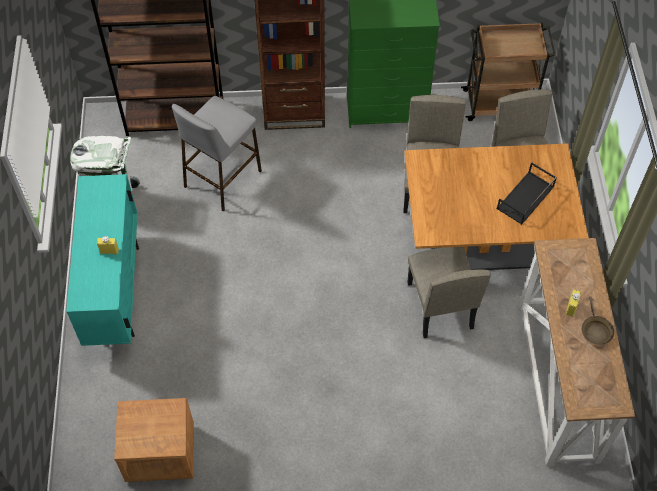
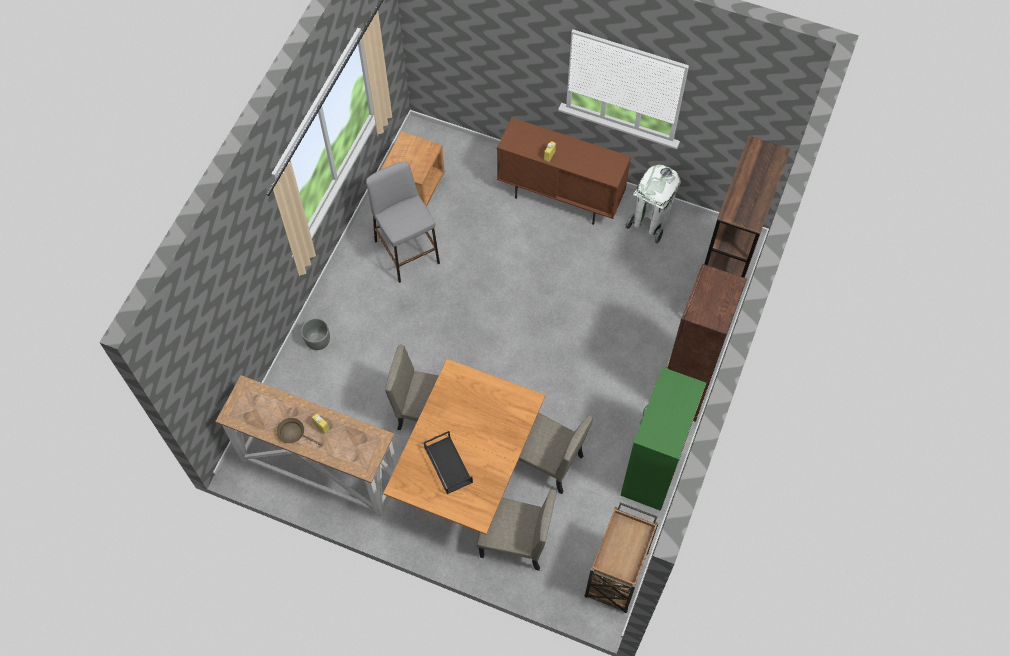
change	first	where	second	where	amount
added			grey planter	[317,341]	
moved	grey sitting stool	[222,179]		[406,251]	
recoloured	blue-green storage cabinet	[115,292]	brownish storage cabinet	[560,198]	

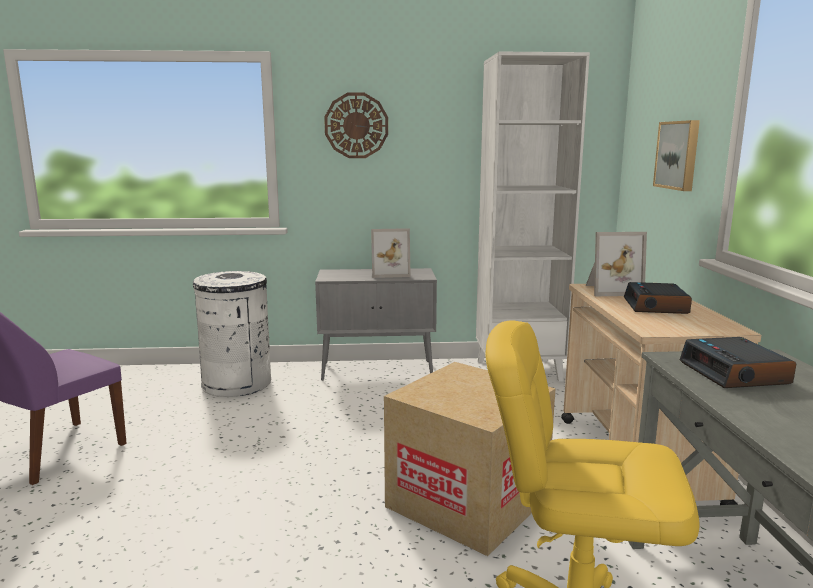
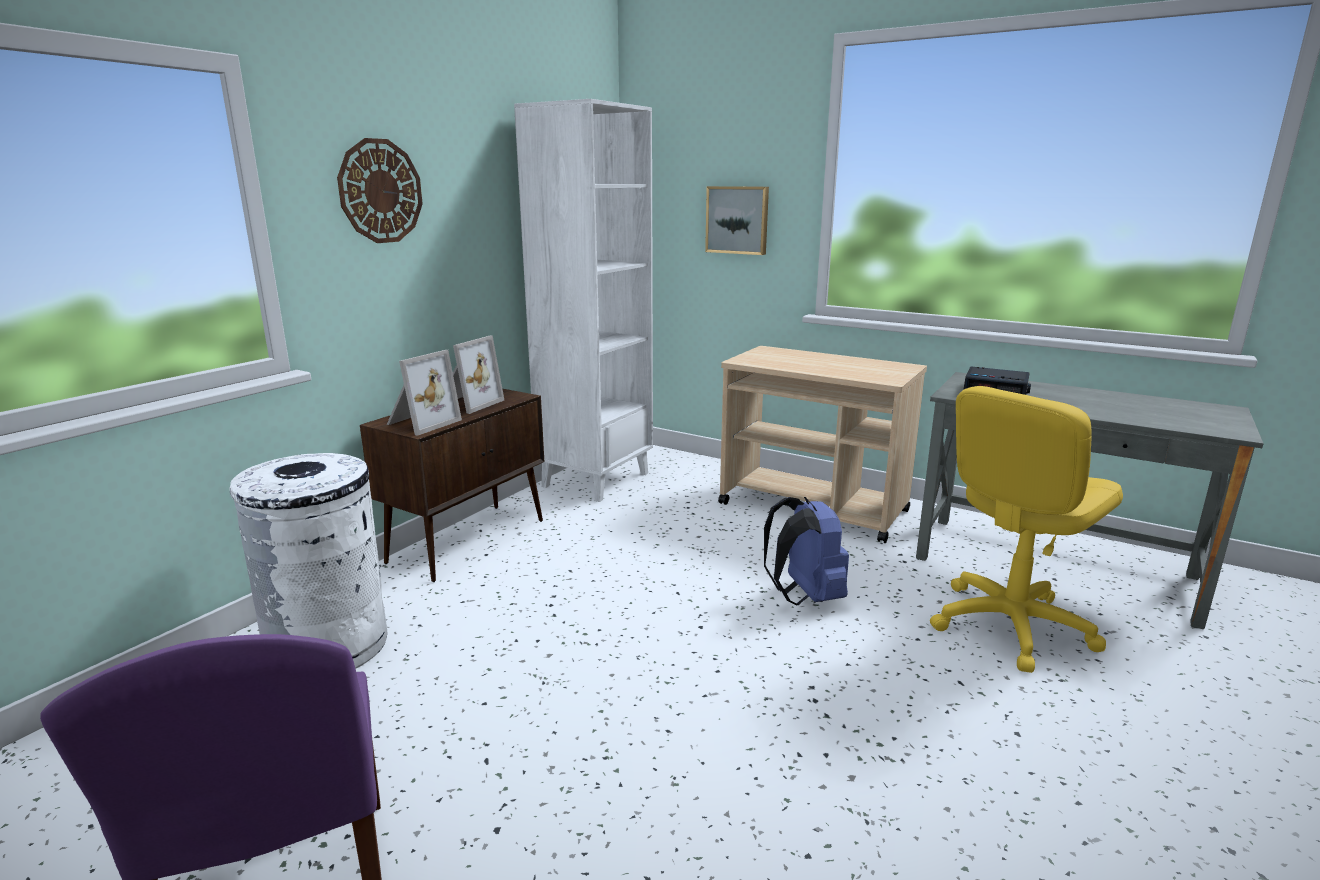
change	first	where	second	where	amount
recoloured	grey storage cabinet	[378,370]	brownish storage cabinet	[469,540]	
moved	standing frame	[610,290]		[421,423]	
replaced	packing box	[467,501]	blue rucksack	[805,596]	
removed	bedside clock	[656,306]			

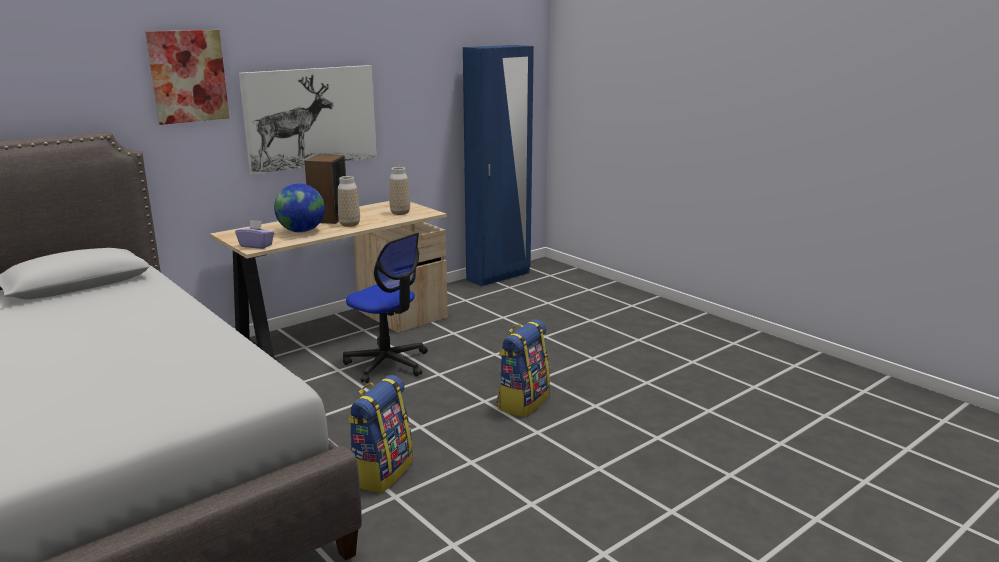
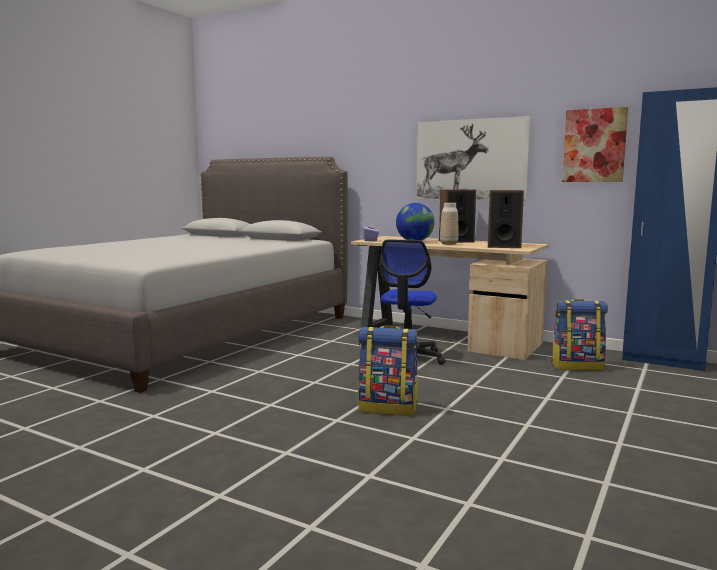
change	first	where	second	where	amount
replaced	decorative vase	[400,213]	speaker	[503,246]	
moved	rucksack	[381,472]		[577,366]	
moved	picture	[188,76]		[594,145]	

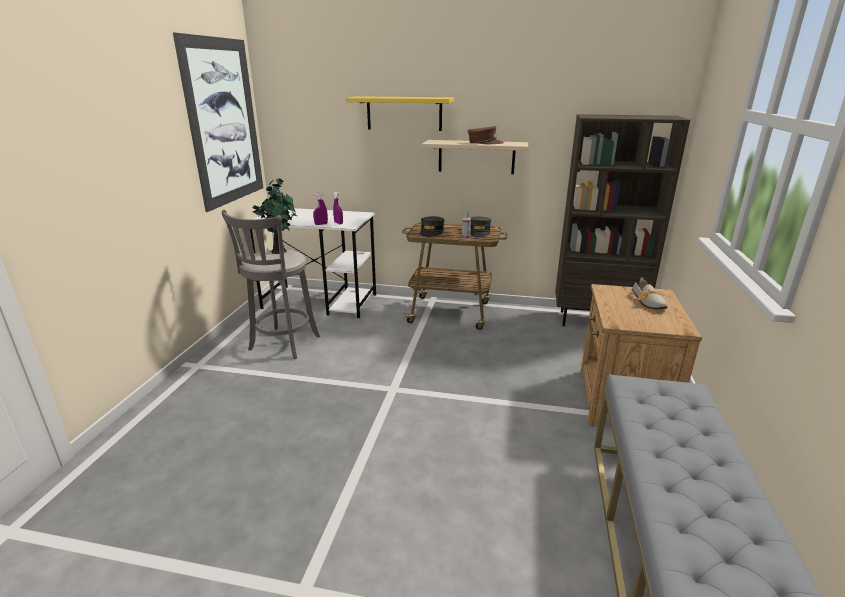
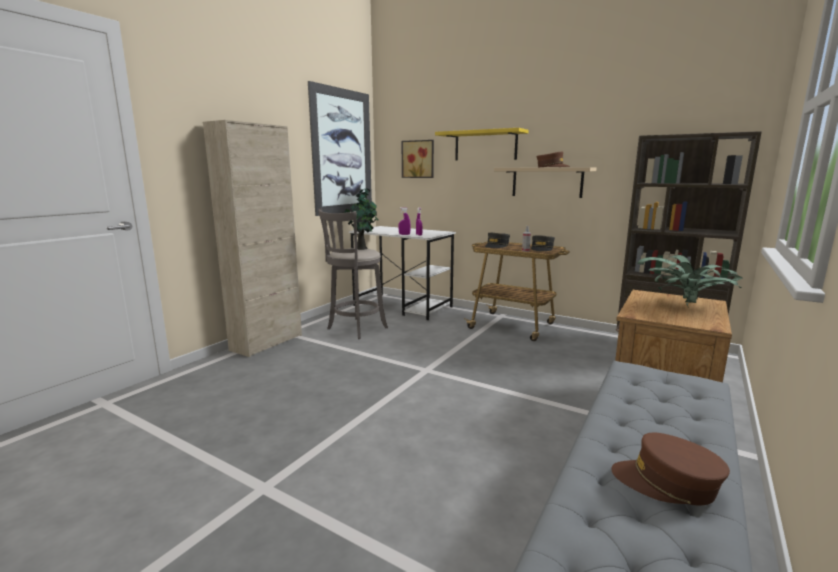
change	first	where	second	where	amount
added			beige-coloured storage cabinet	[267,342]	
added			picture	[418,159]	
added			brownish cap	[666,483]	
replaced	shoe	[649,303]	potted plant	[687,306]	

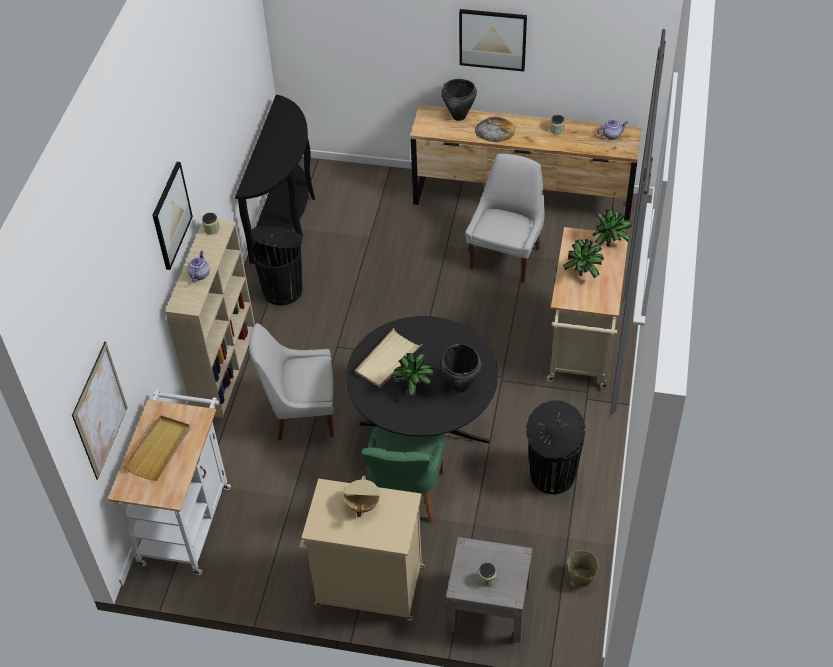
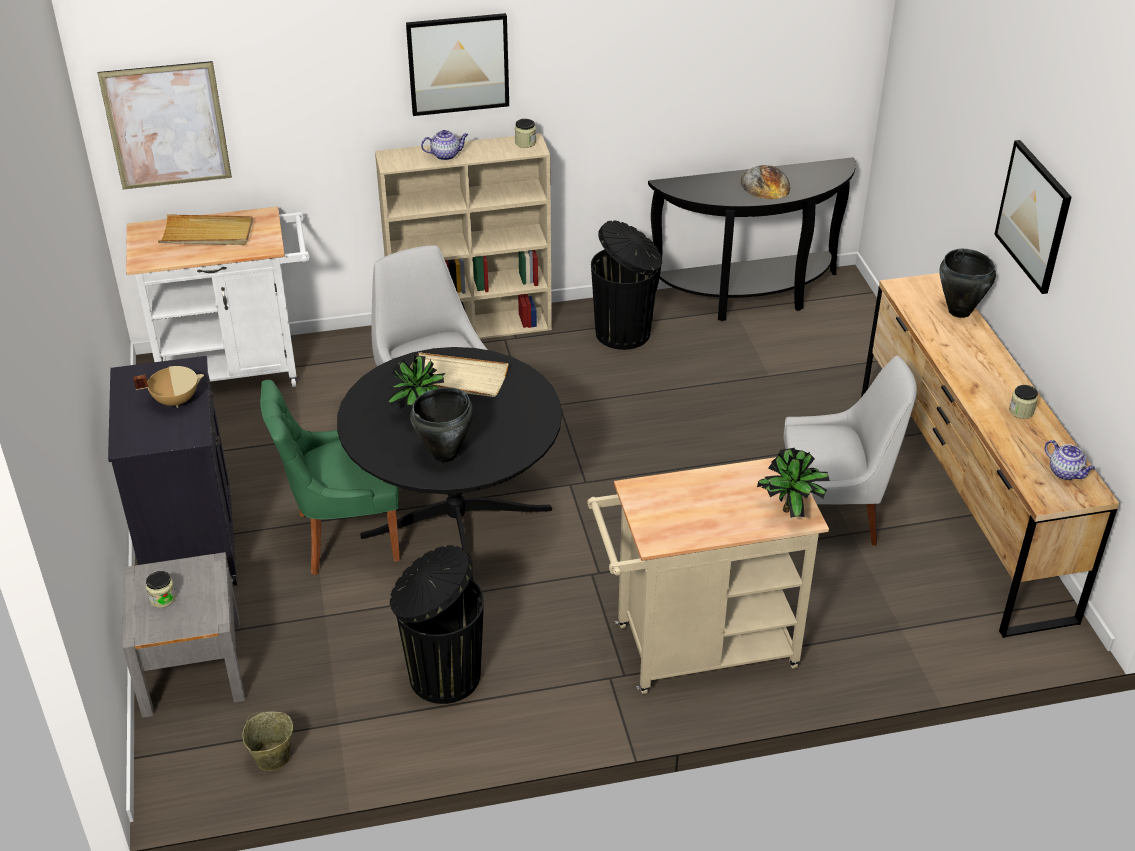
change	first	where	second	where	amount
recoloured	beige-coloured storage cabinet	[367,586]	blackish storage cabinet	[190,543]	
moved	baked bread	[495,130]		[765,184]	
removed	potted plant	[583,274]			

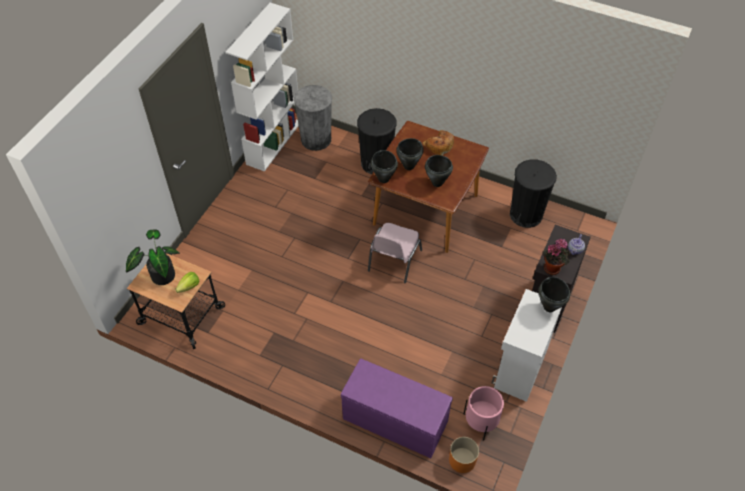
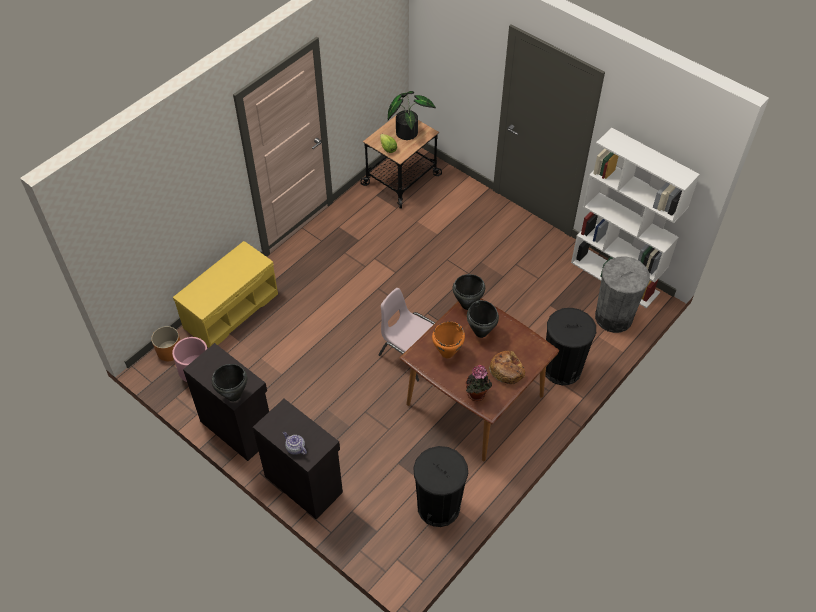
change	first	where	second	where	amount
recoloured	purple-coloured indoor bench	[394,420]	yellow-coloured indoor bench	[231,309]	
recoloured	whitish storage cabinet	[519,368]	blackish storage cabinet	[237,427]	
recoloured	blackish cooking pot	[437,183]	orange cooking pot	[447,353]	
moved	potted plant	[552,267]		[477,395]	

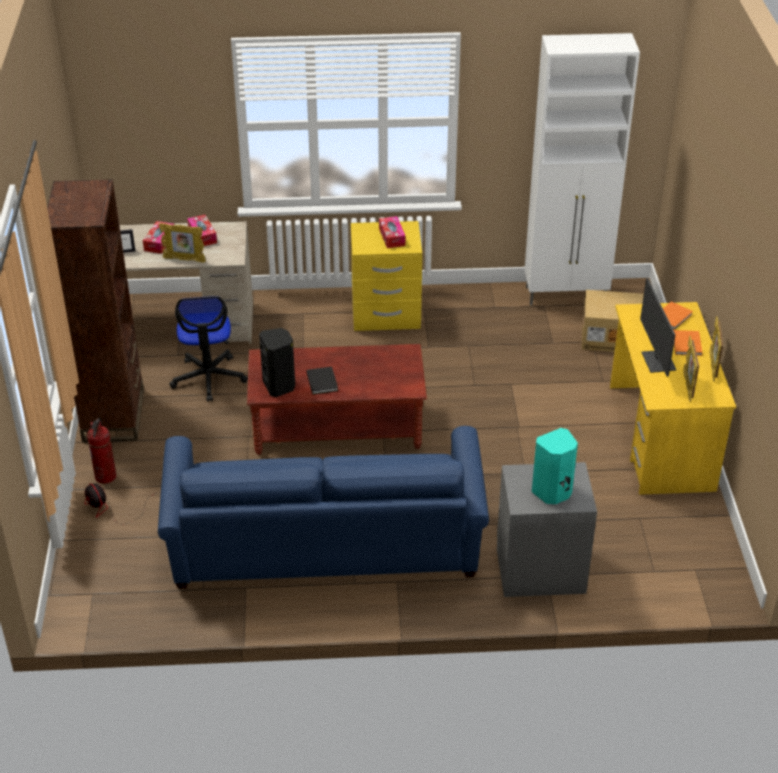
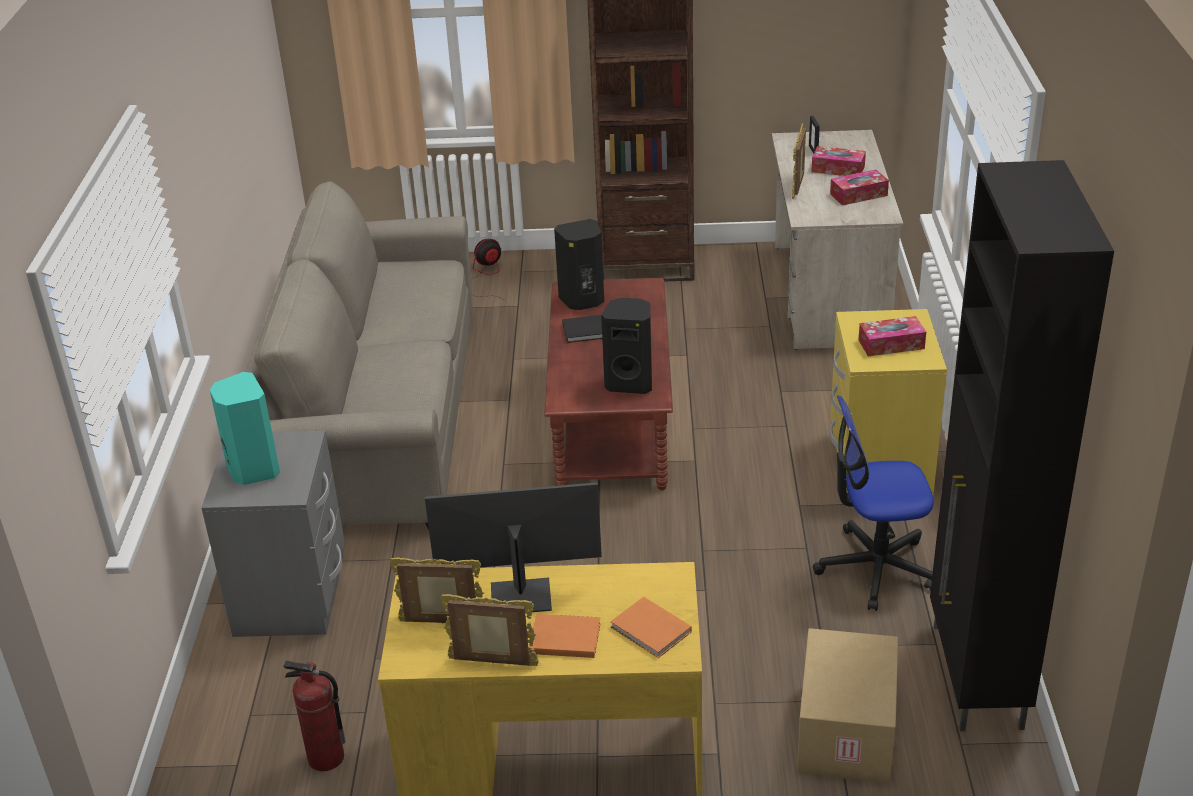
change	first	where	second	where	amount
recoloured	blue sofa	[325,551]	beige-coloured sofa	[381,417]	
moved	fire extinguisher	[106,477]		[325,758]	
added			blackish speaker	[630,383]	
moved	computer chair	[208,378]		[875,568]	
recoloured	whitish storage cabinet	[566,295]	blackish storage cabinet	[976,677]	

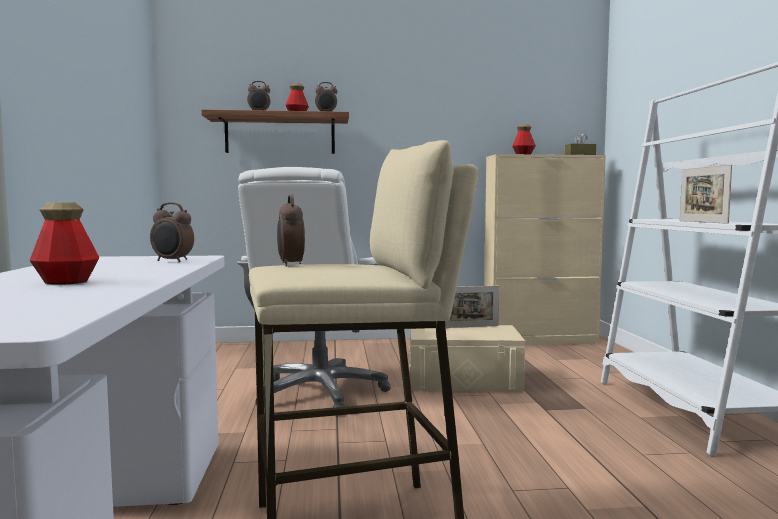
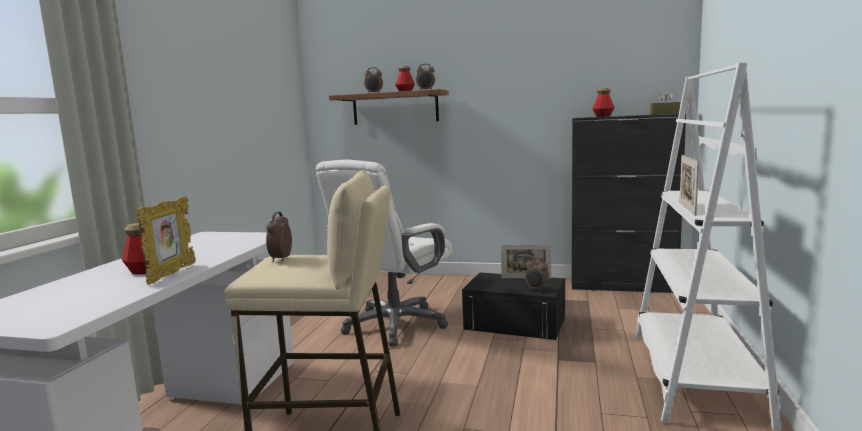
change	first	where	second	where	amount
added			standing frame	[171,274]	
recoloured	beige-coloured storage container	[464,380]	blackish storage container	[515,323]	
moved	bedside clock	[172,261]		[536,289]	
recoloured	beige-coloured storage cabinet	[540,340]	blackish storage cabinet	[623,286]	

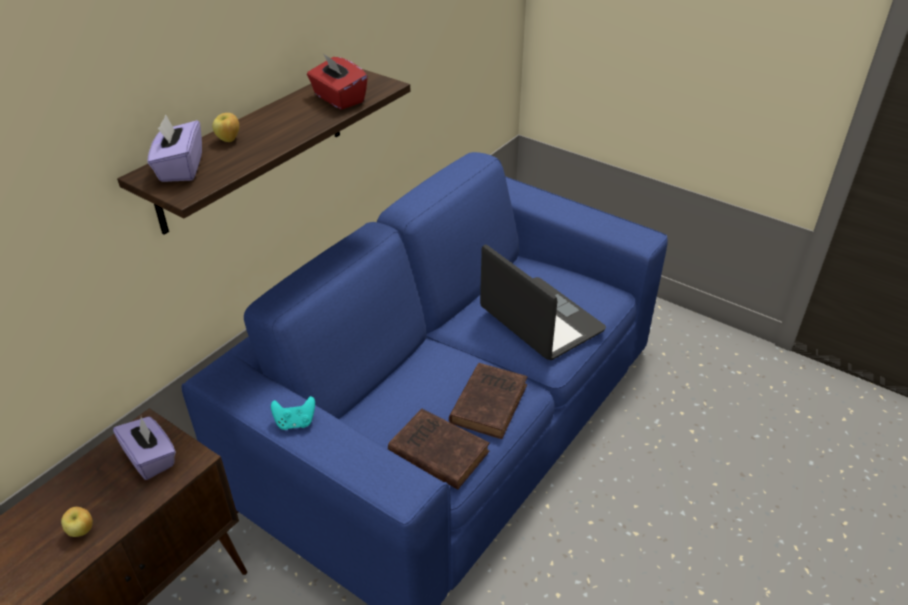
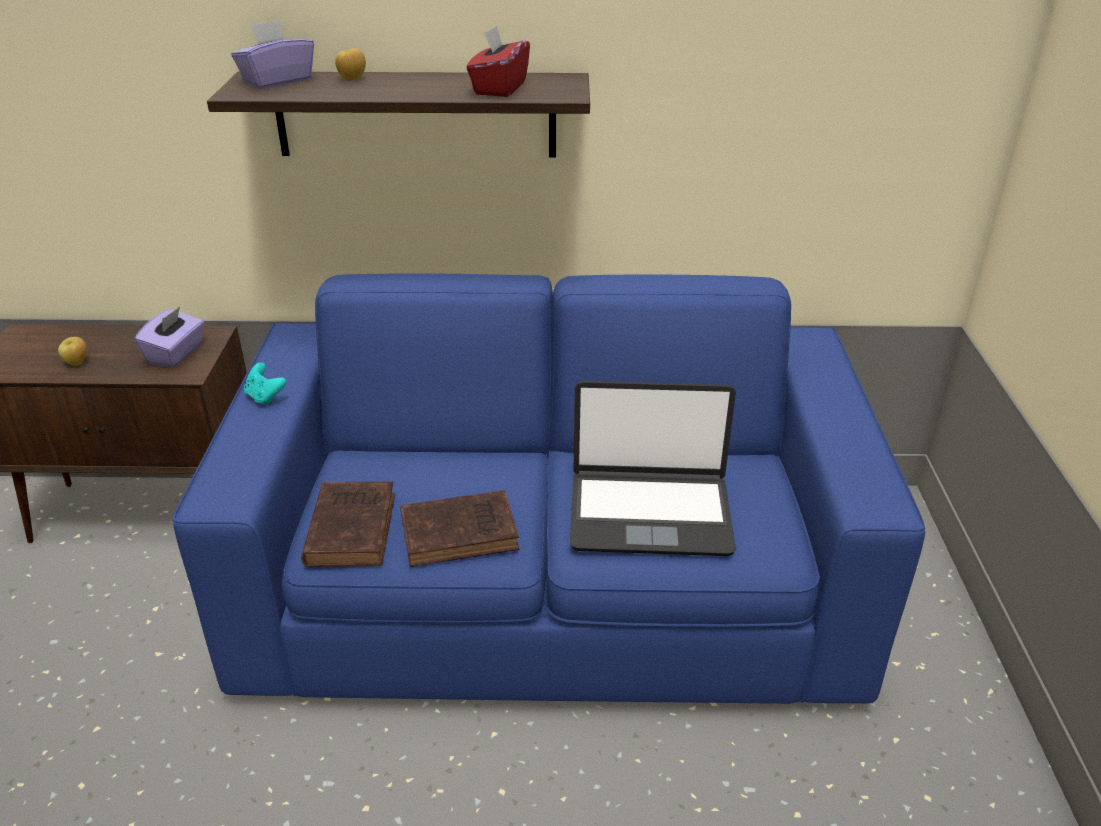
change	first	where	second	where	amount
turned	notebook computer	[540,320]		[650,513]	75 degrees clockwise

